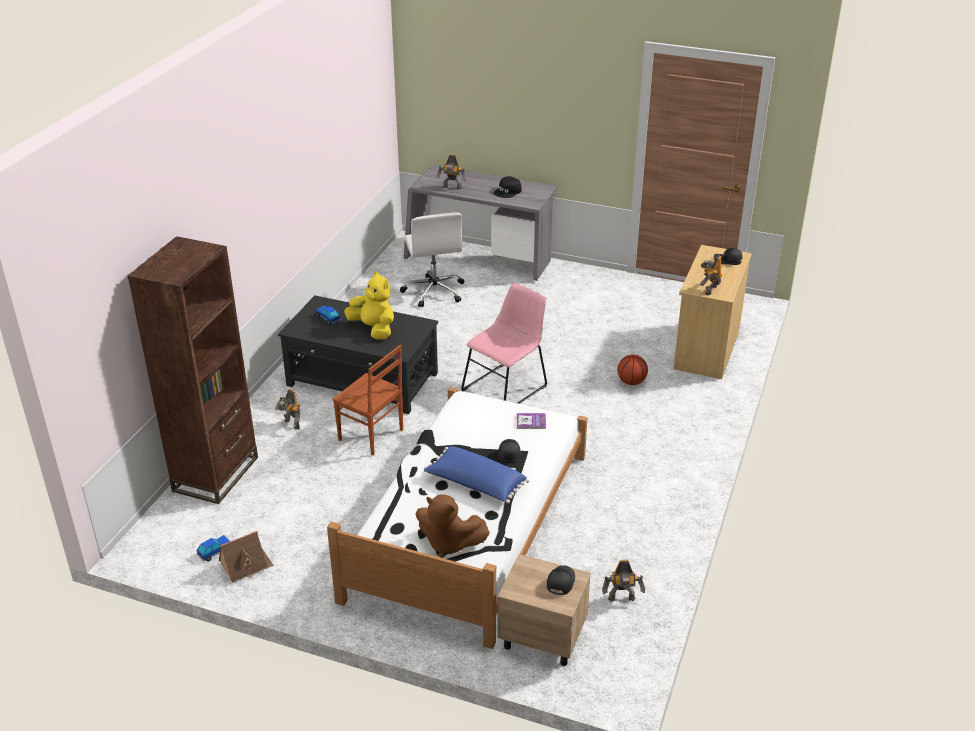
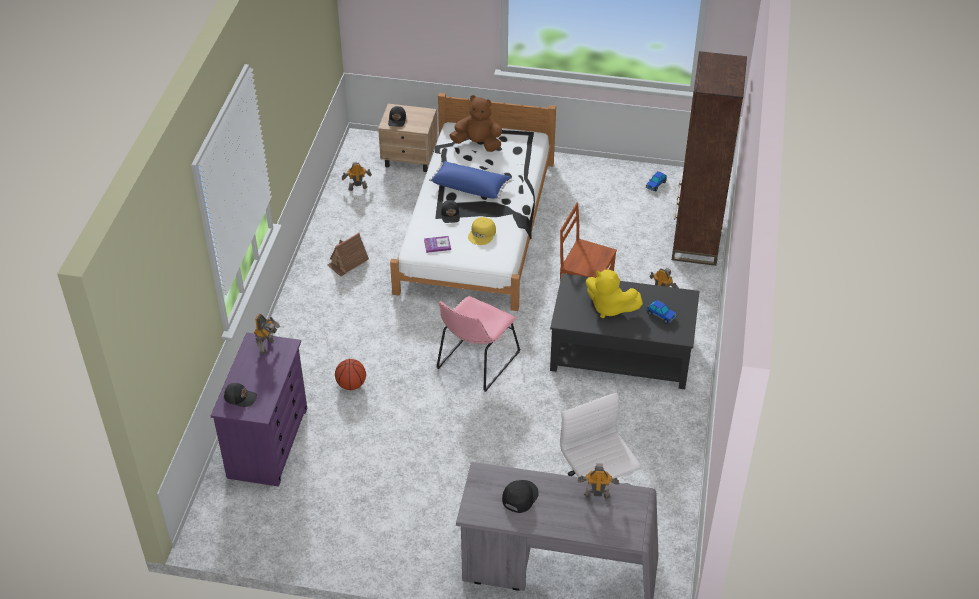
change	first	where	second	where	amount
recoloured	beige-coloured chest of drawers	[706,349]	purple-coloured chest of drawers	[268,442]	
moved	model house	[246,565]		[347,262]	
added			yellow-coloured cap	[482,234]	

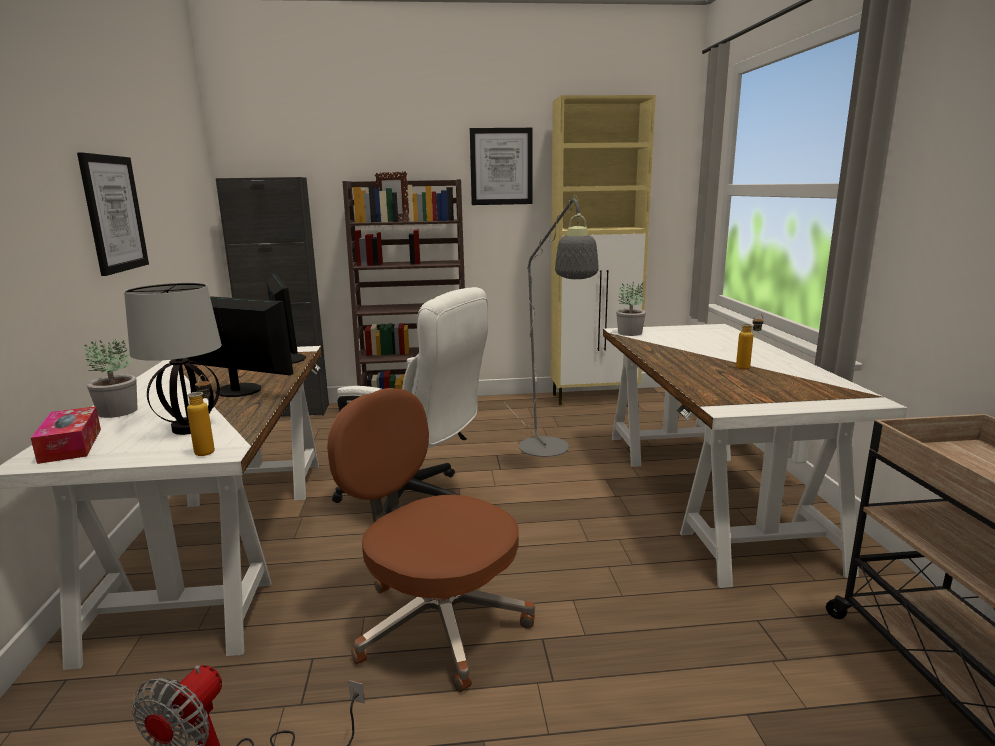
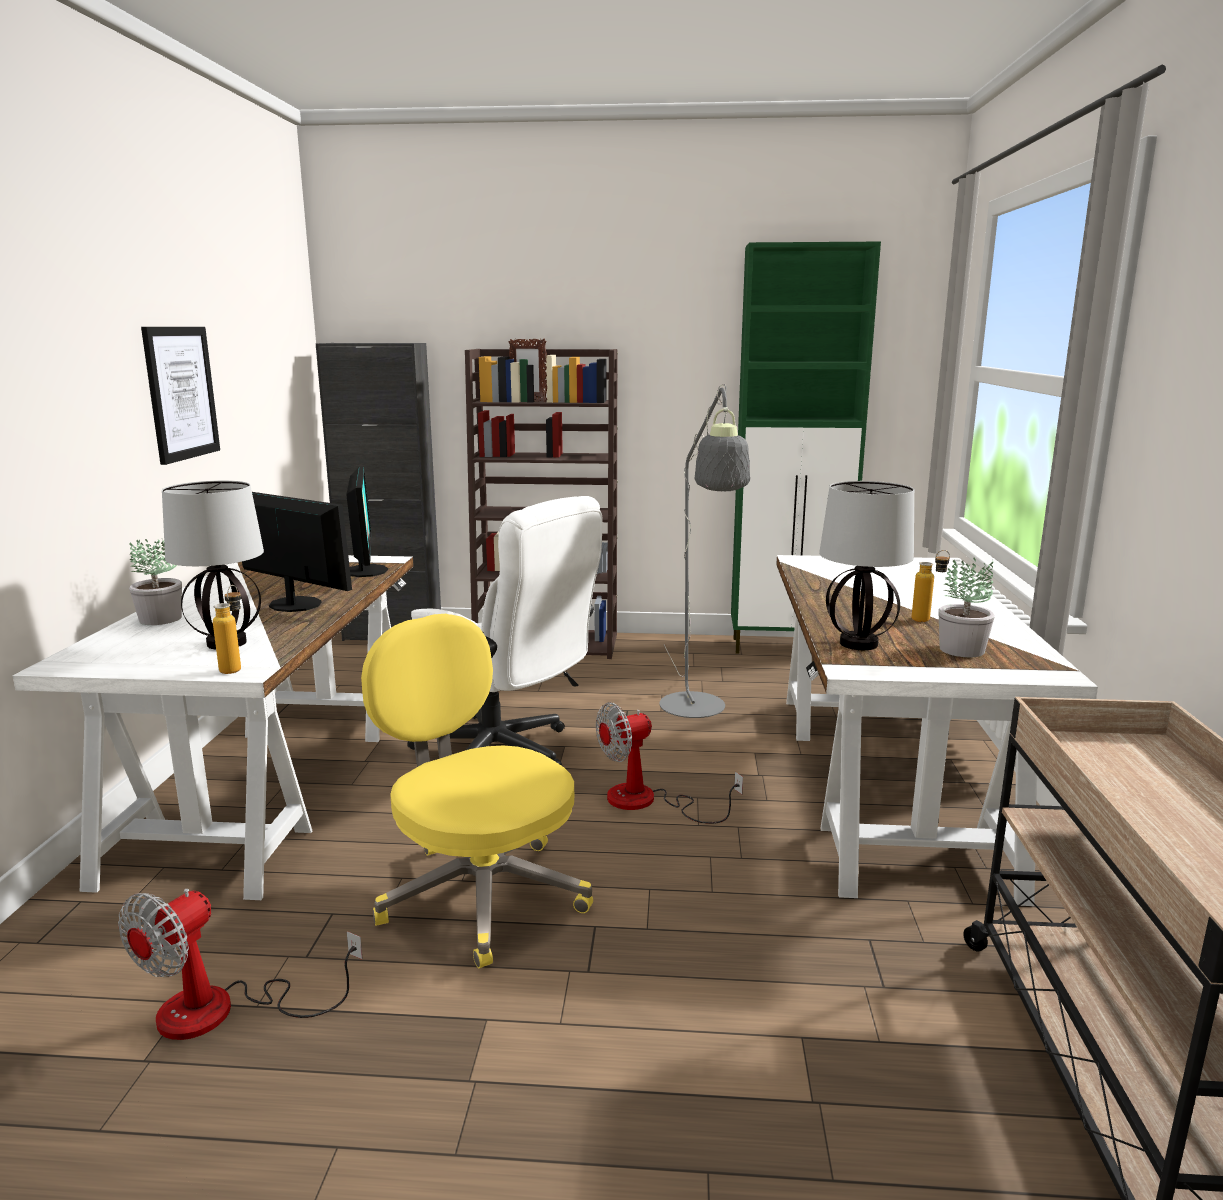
change	first	where	second	where	amount
recoloured	brownish computer chair	[437,622]	yellow-coloured computer chair	[480,893]	
added			fan	[647,802]	
recoloured	beige-coloured storage cabinet	[595,398]	greenish storage cabinet	[788,647]	
added			tabletop lamp	[858,643]	
moved	potted plant	[630,333]		[962,649]	
removed	tissue holder	[71,445]			
removed	picture	[501,166]			

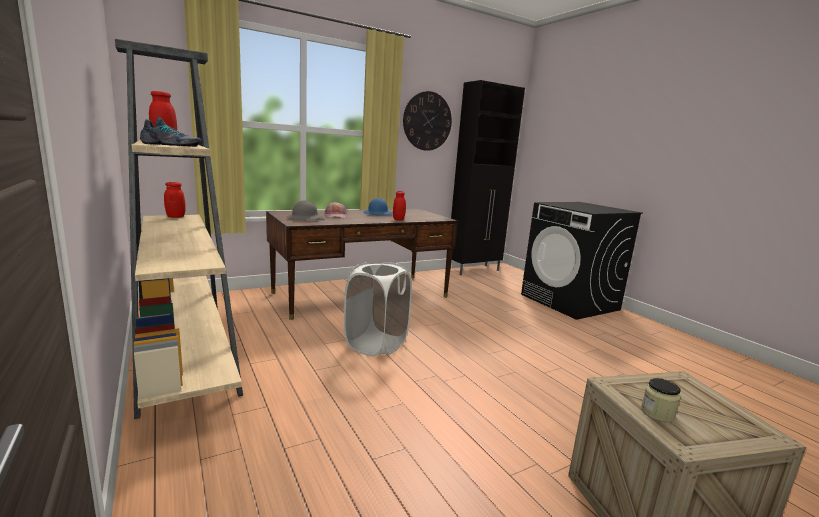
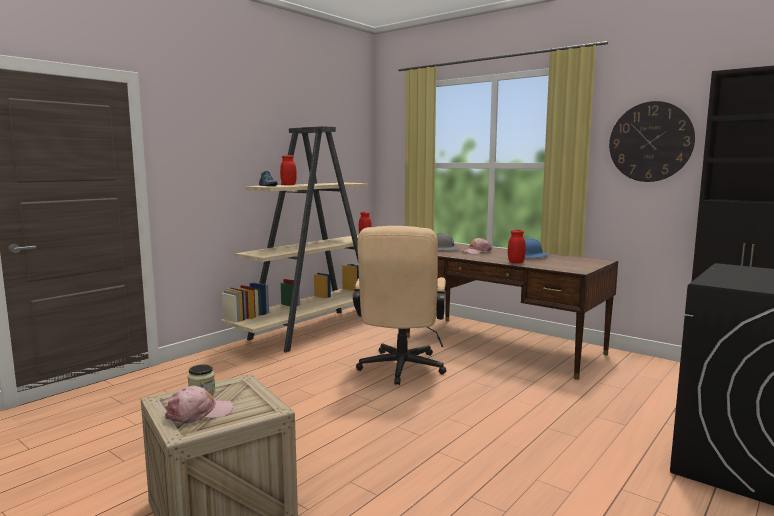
change	first	where	second	where	amount
added			pinkish cap	[199,413]	
replaced	whitish laundry basket	[376,344]	beige-coloured computer chair	[400,370]	

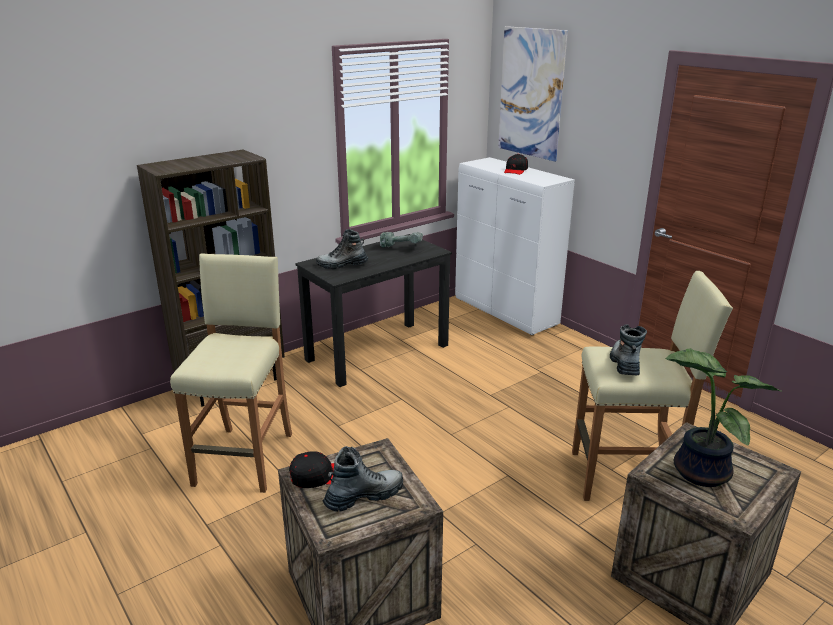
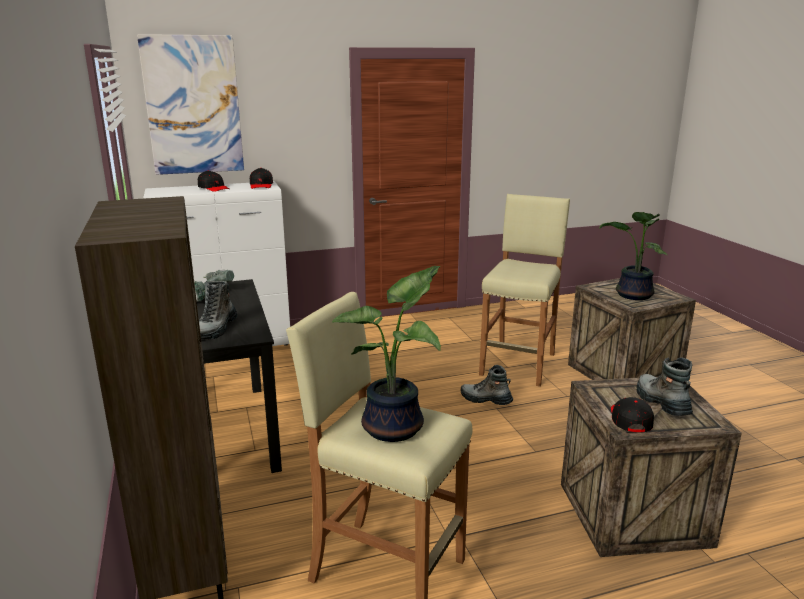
change	first	where	second	where	amount
added			blackish cap	[261,185]	
added			potted plant	[397,428]	
moved	tall boot	[624,364]		[485,400]	

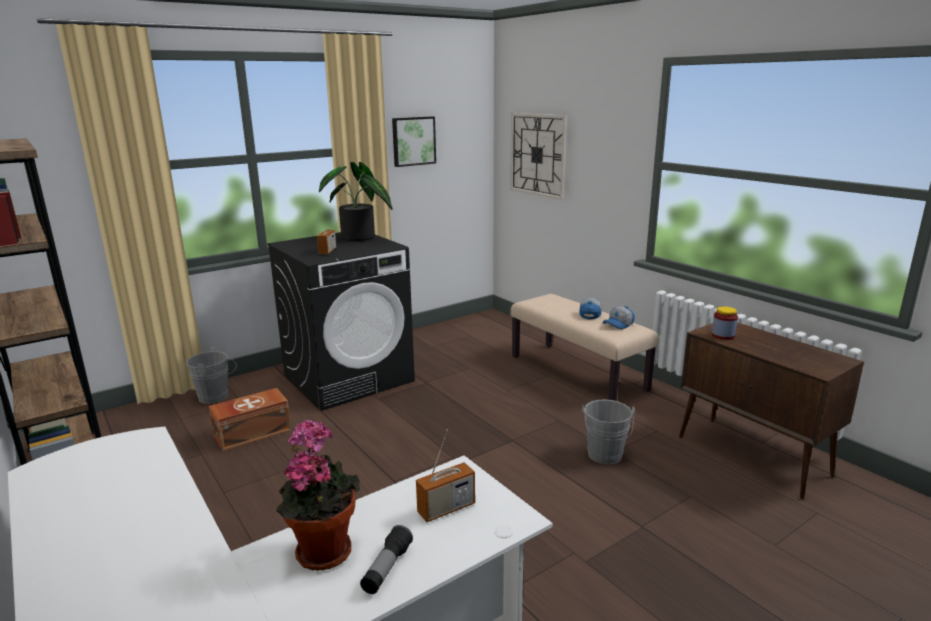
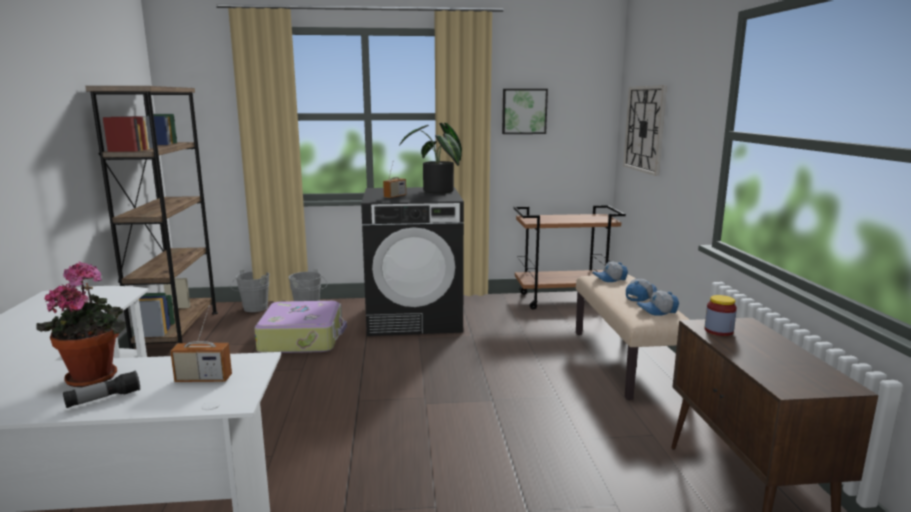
change	first	where	second	where	amount
moved	grey pail	[605,457]		[253,309]	
replaced	brownish storage container	[251,433]	suitcase	[302,338]	
added			brownish trolley	[564,300]	
added			cap	[610,279]	

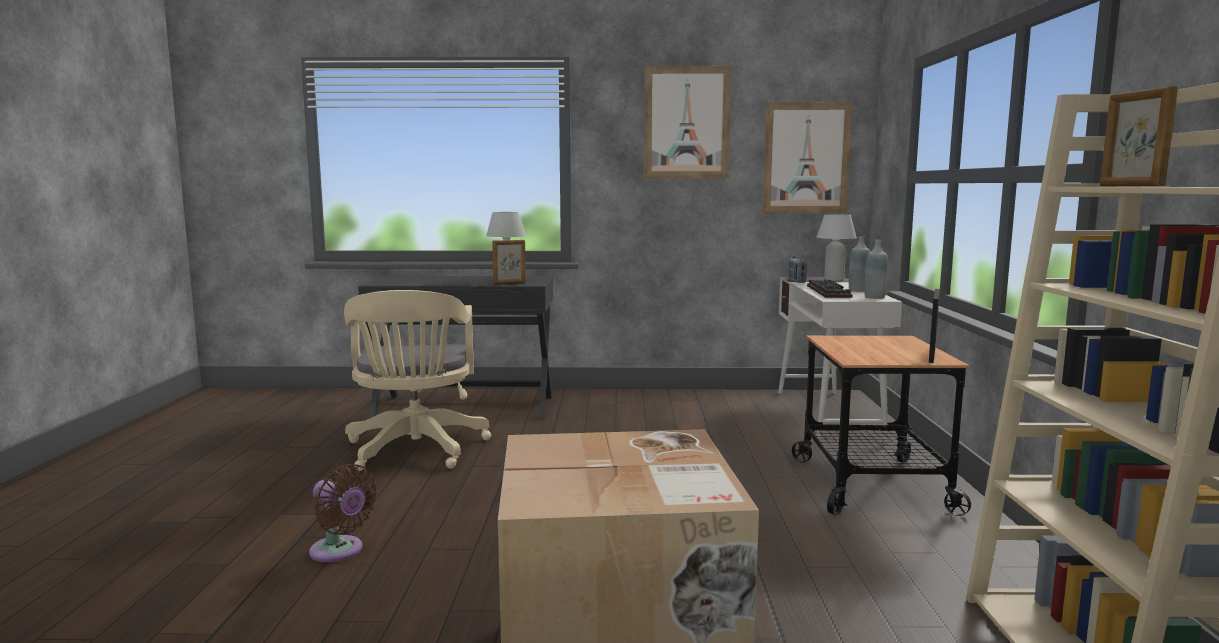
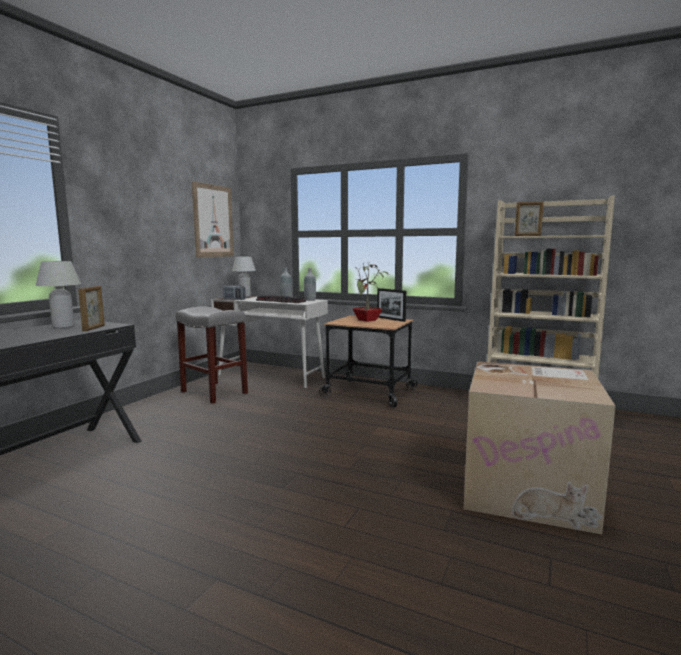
change	first	where	second	where	amount
added			grey sitting stool	[213,392]	
added			potted plant	[368,320]	
removed	brownish fan	[340,552]			
removed	beige-coloured computer chair	[415,451]			
removed	picture	[687,123]			

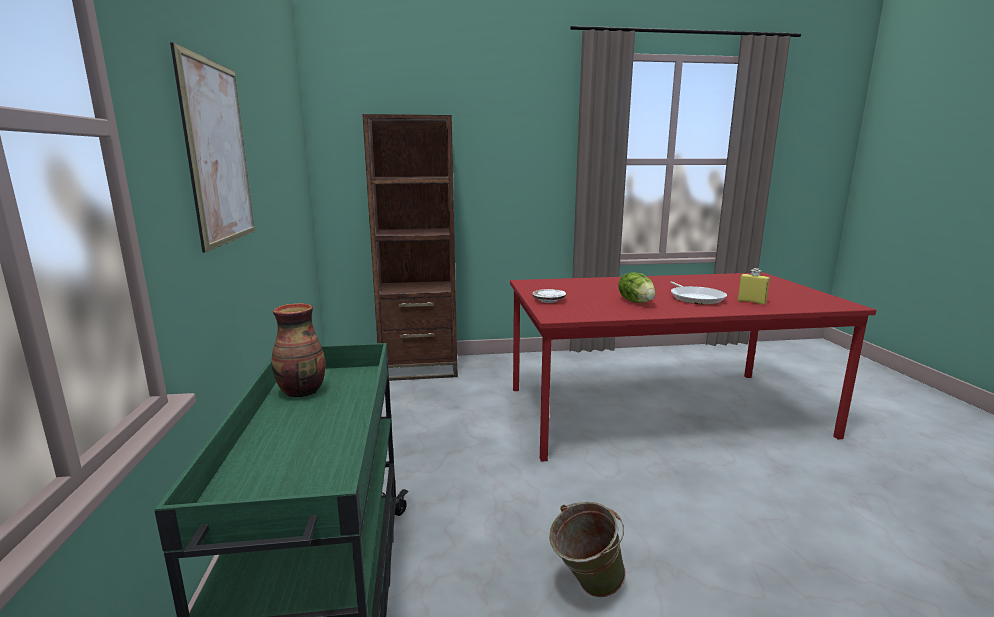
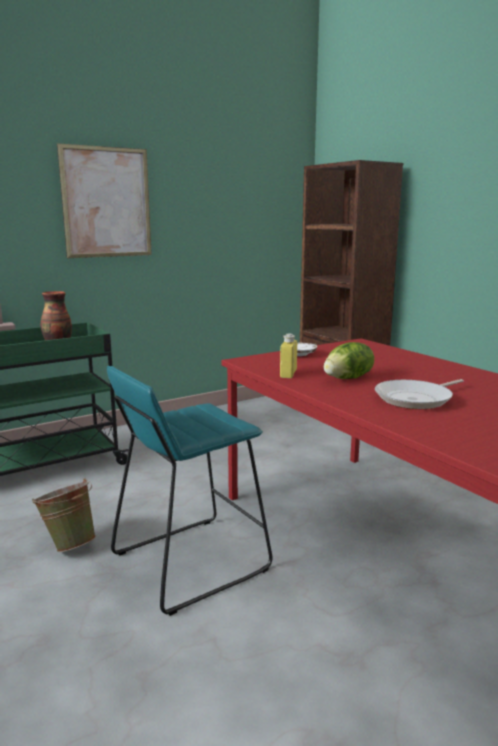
change	first	where	second	where	amount
added			blue-green sitting stool	[190,561]	
moved	yellow-coloured drink bottle	[751,302]		[288,374]	

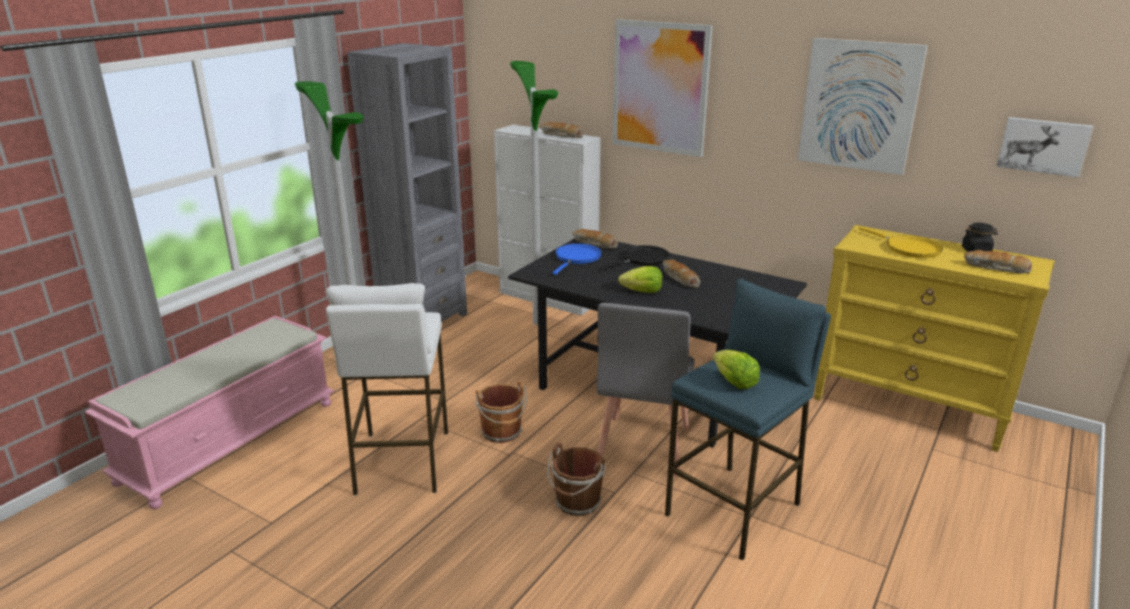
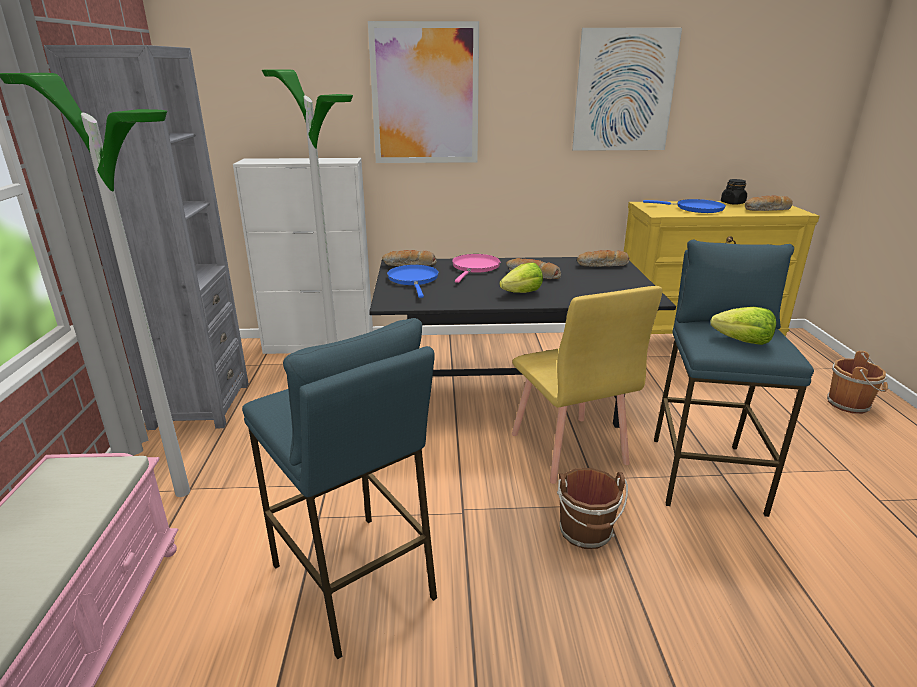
change	first	where	second	where	amount
recoloured	whitish sitting stool	[401,462]	blue sitting stool	[353,581]	
recoloured	blackish frying pan	[642,259]	pinkish frying pan	[475,268]	
recoloured	grey upright chair	[642,445]	yellow-coloured upright chair	[568,449]	
moved	baked bread	[560,136]		[602,265]	
recoloured	yellow-coloured frying pan	[909,249]	blue frying pan	[695,209]	
moved	brownish pail	[502,433]		[850,404]	
removed	picture	[1043,146]			

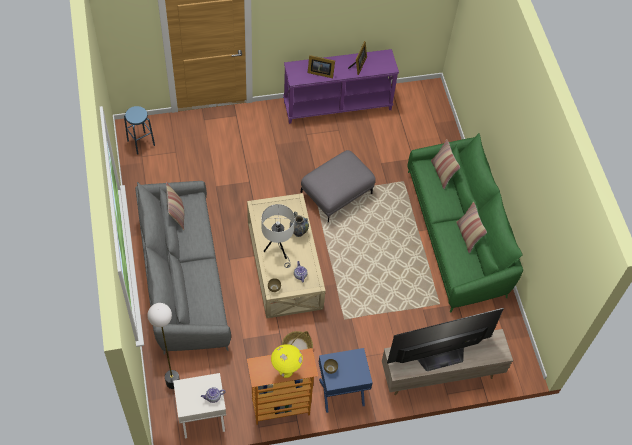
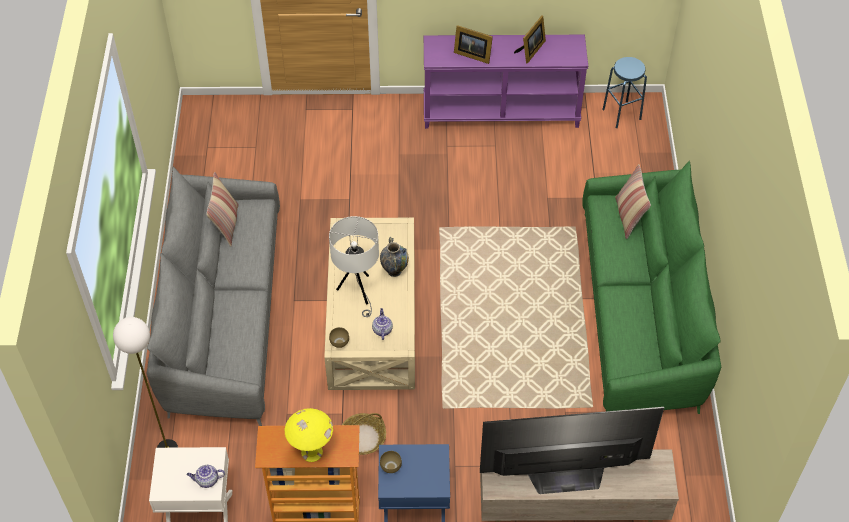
change	first	where	second	where	amount
moved	blue sitting stool	[141,143]		[621,114]	
removed	grey pouffe	[336,194]			
removed	pillow	[467,236]			

